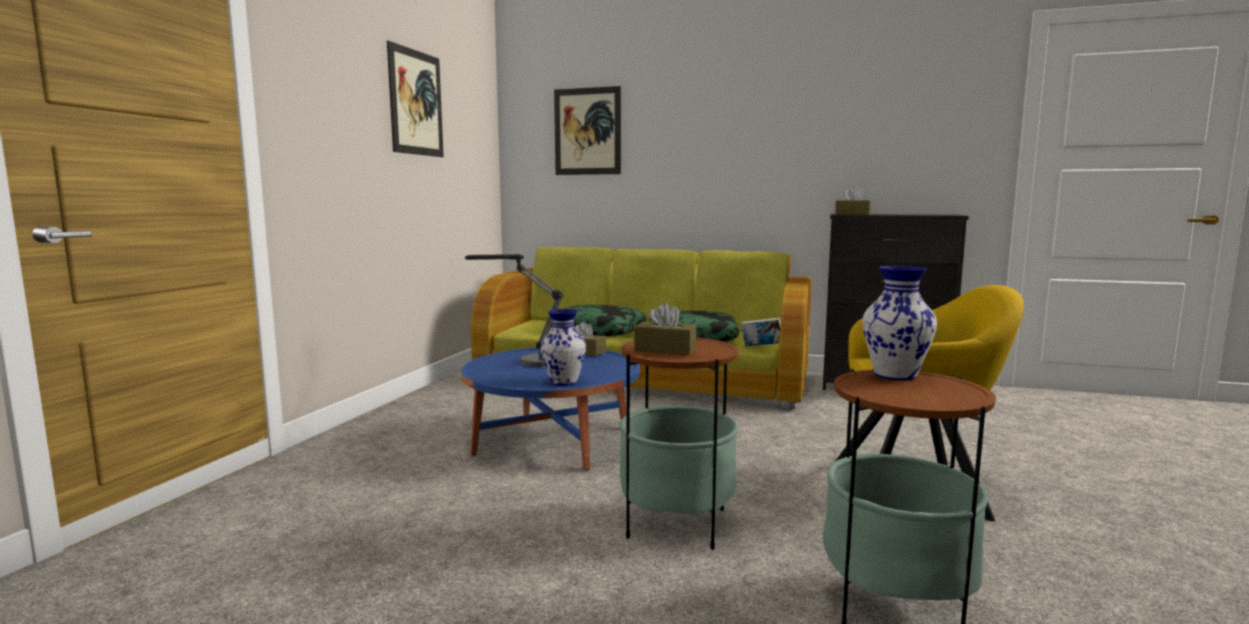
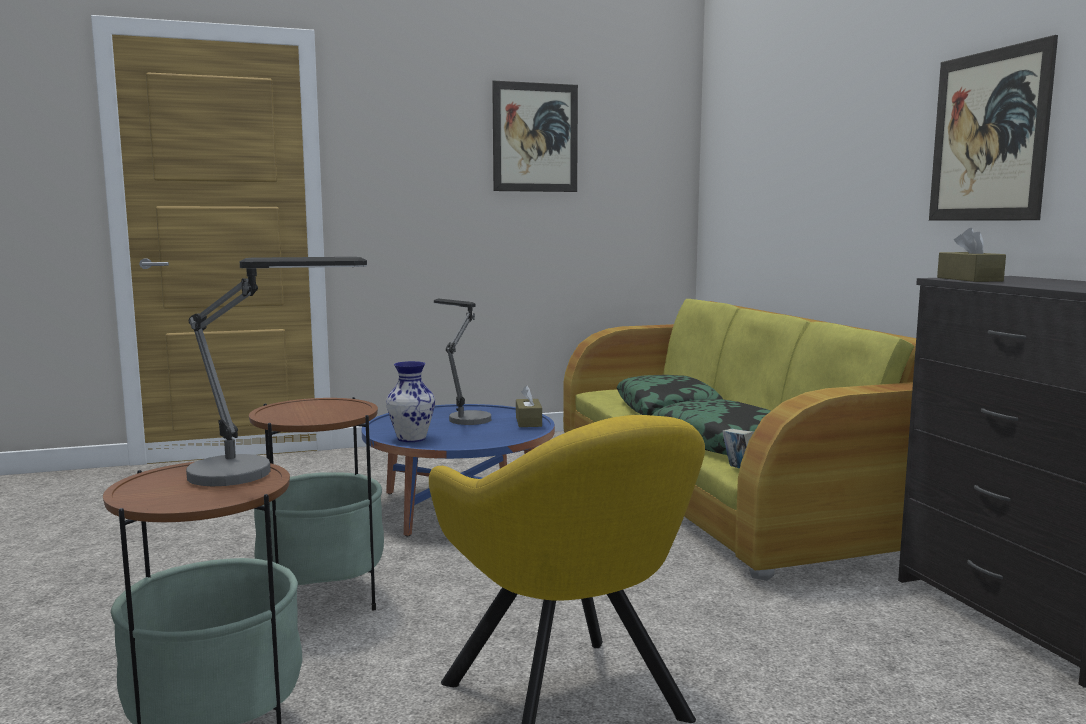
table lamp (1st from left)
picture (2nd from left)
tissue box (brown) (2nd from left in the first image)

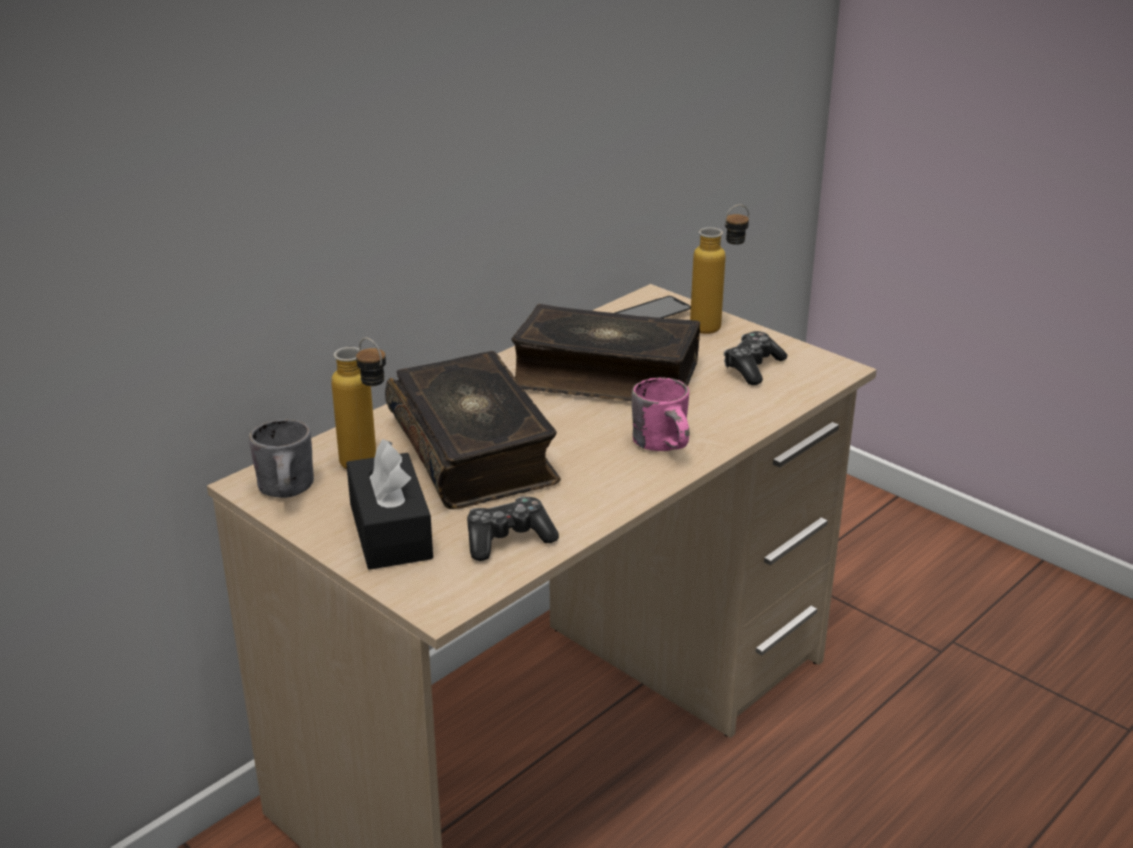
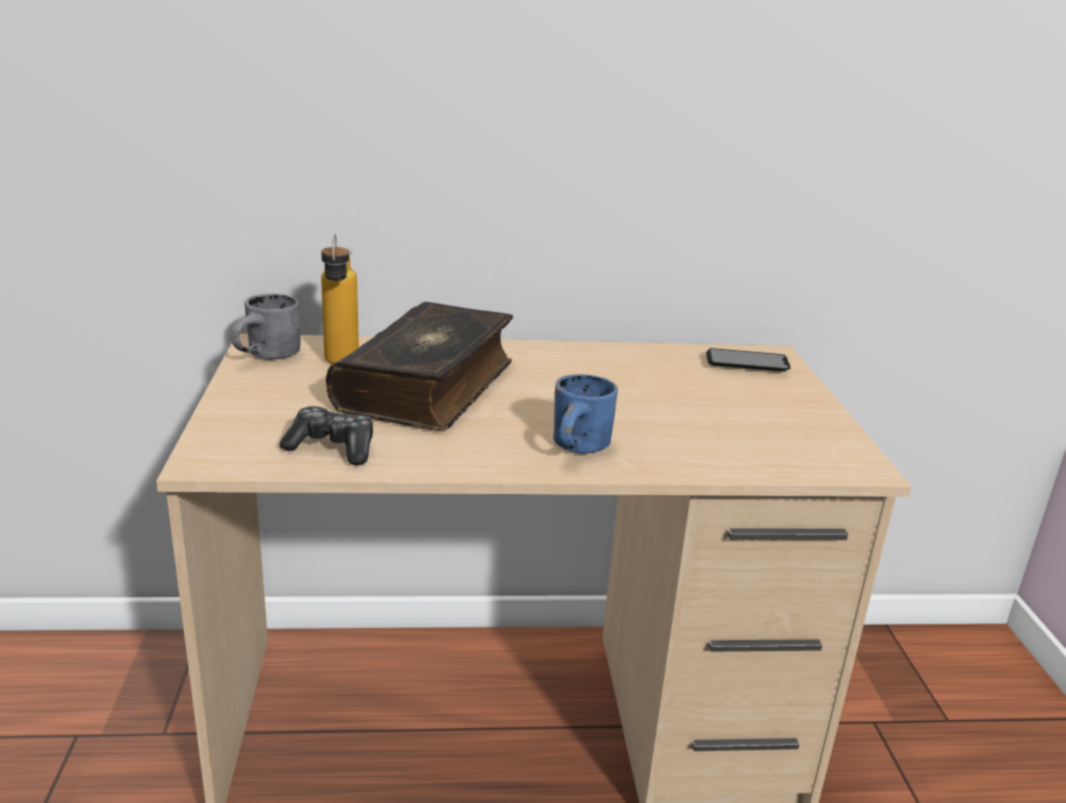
mug (blue)
tissue box (black)
book (2nd from left in the first image)
bottle (2nd from left in the first image)
game controller (2nd from left in the first image)

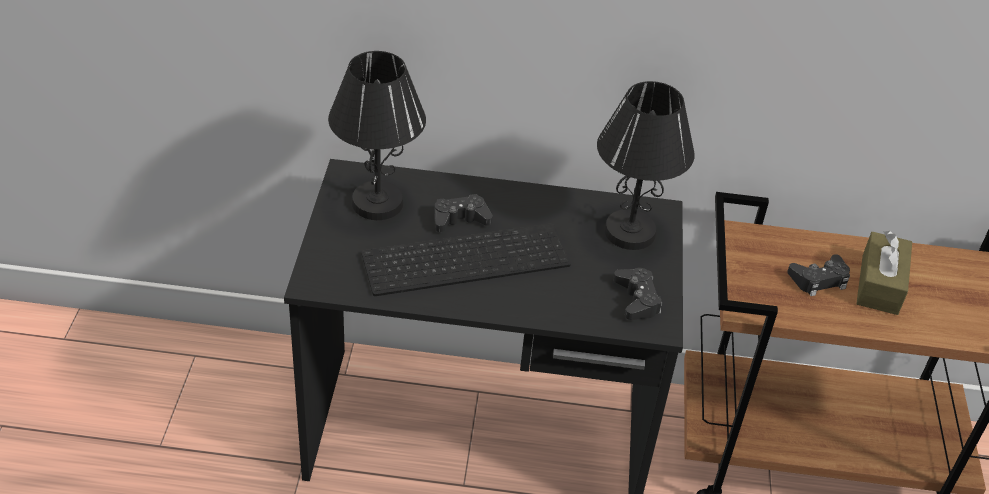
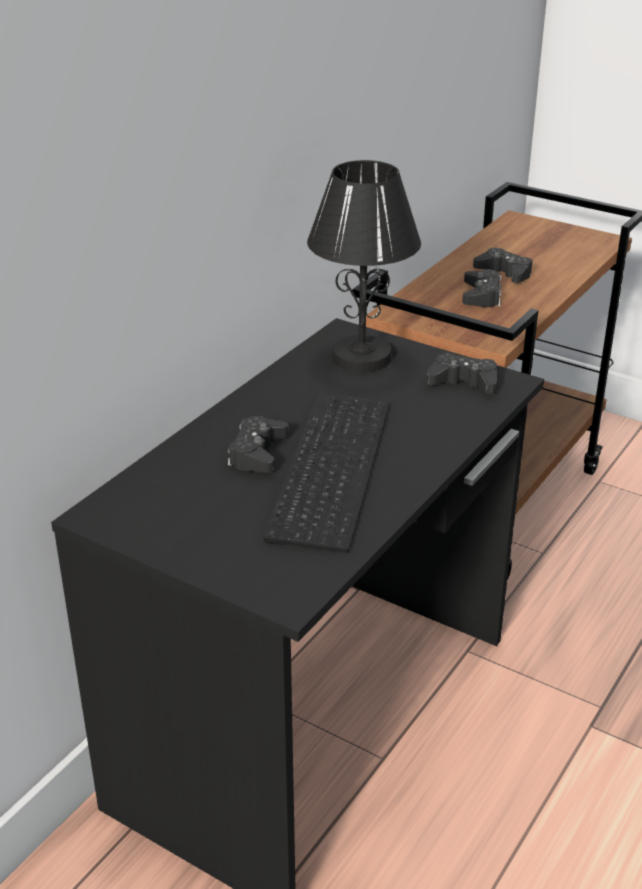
game controller (black) (4th from left)
table lamp (black) (1st from left in the first image)

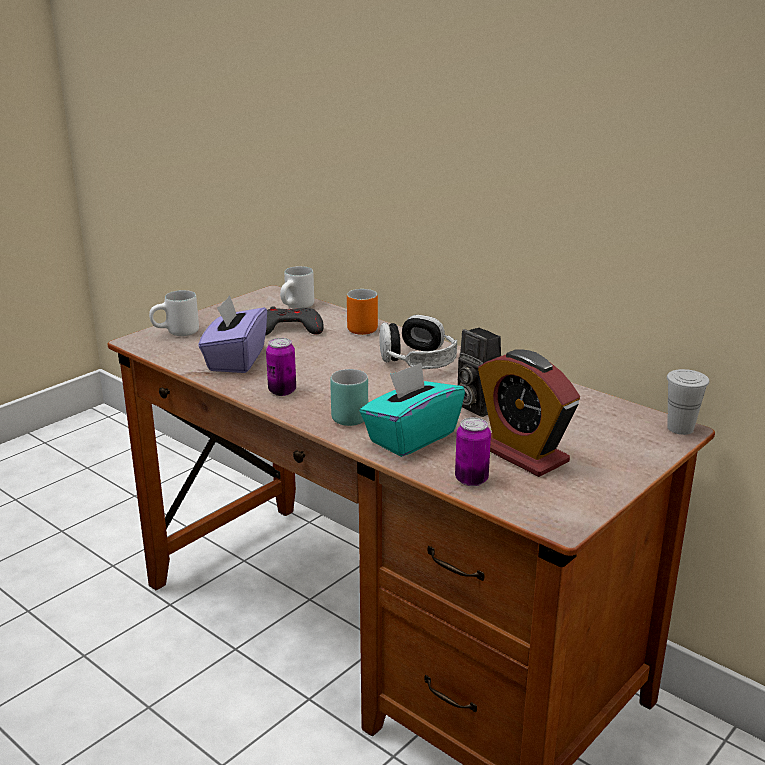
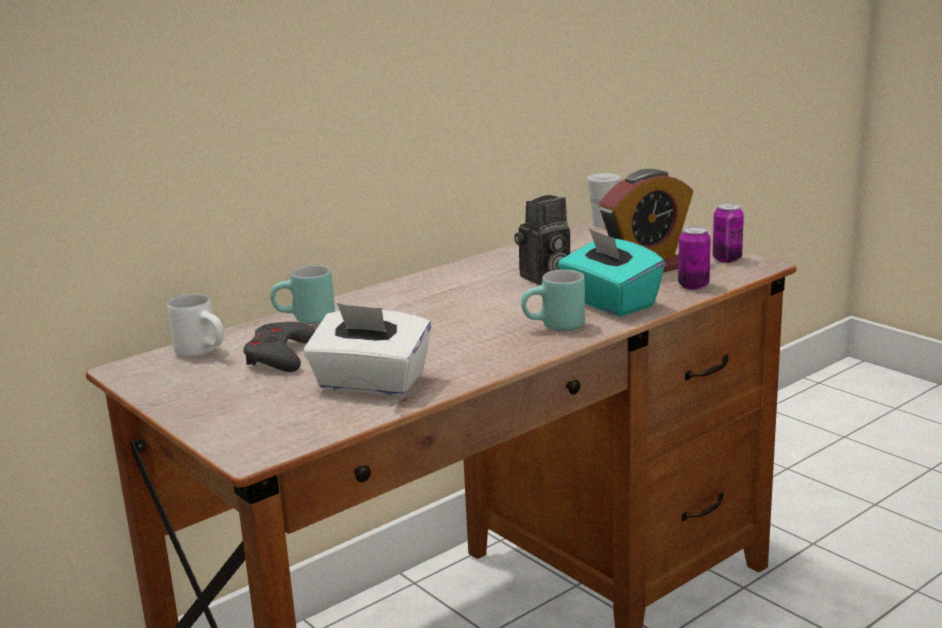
mug (turquoise) (1st from left)
tissue box (white)
can (2nd from left)
mug (white) (1st from left in the first image)
headphones

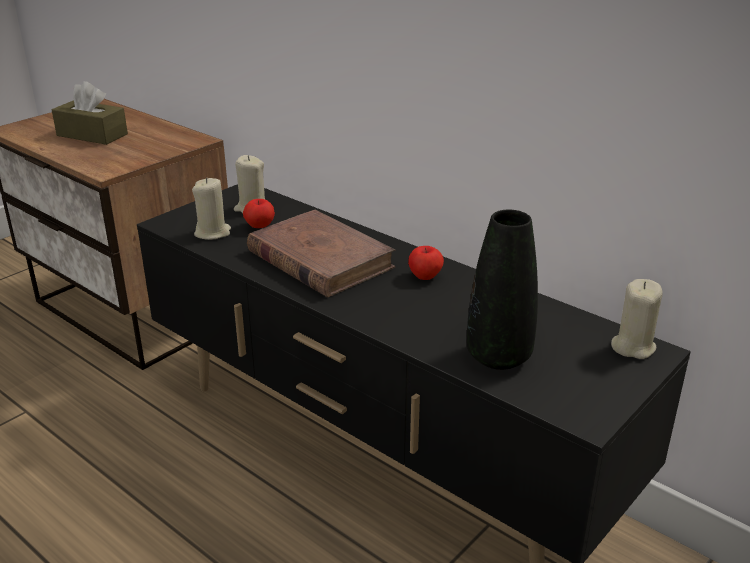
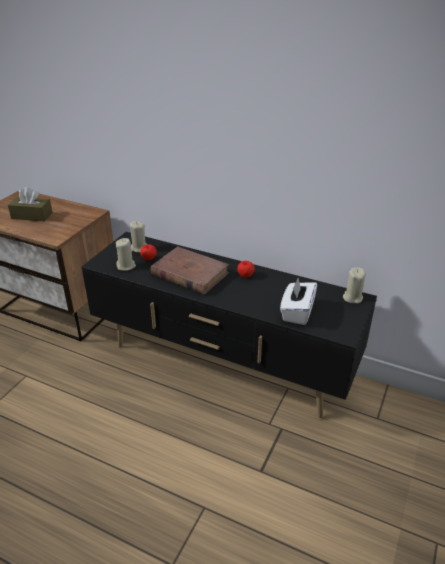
tissue box (white)

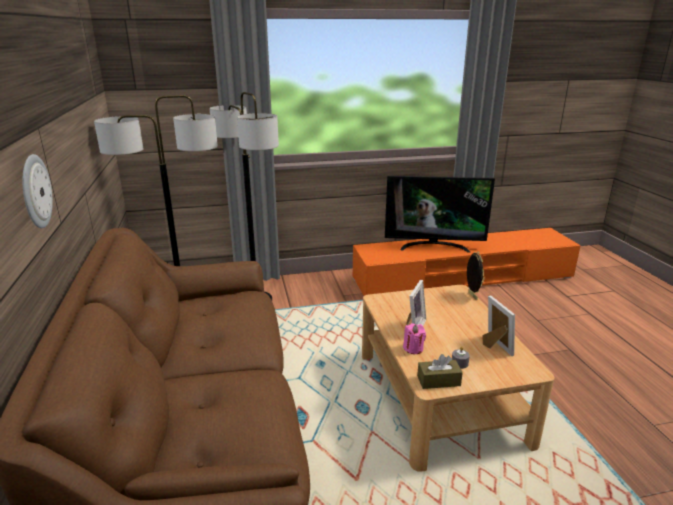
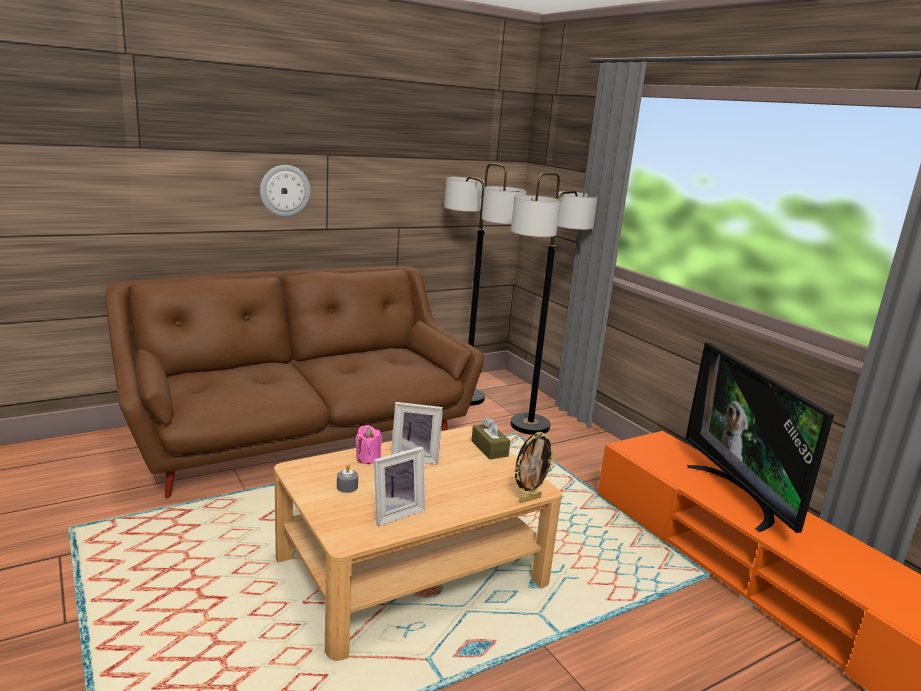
tissue box (brown)

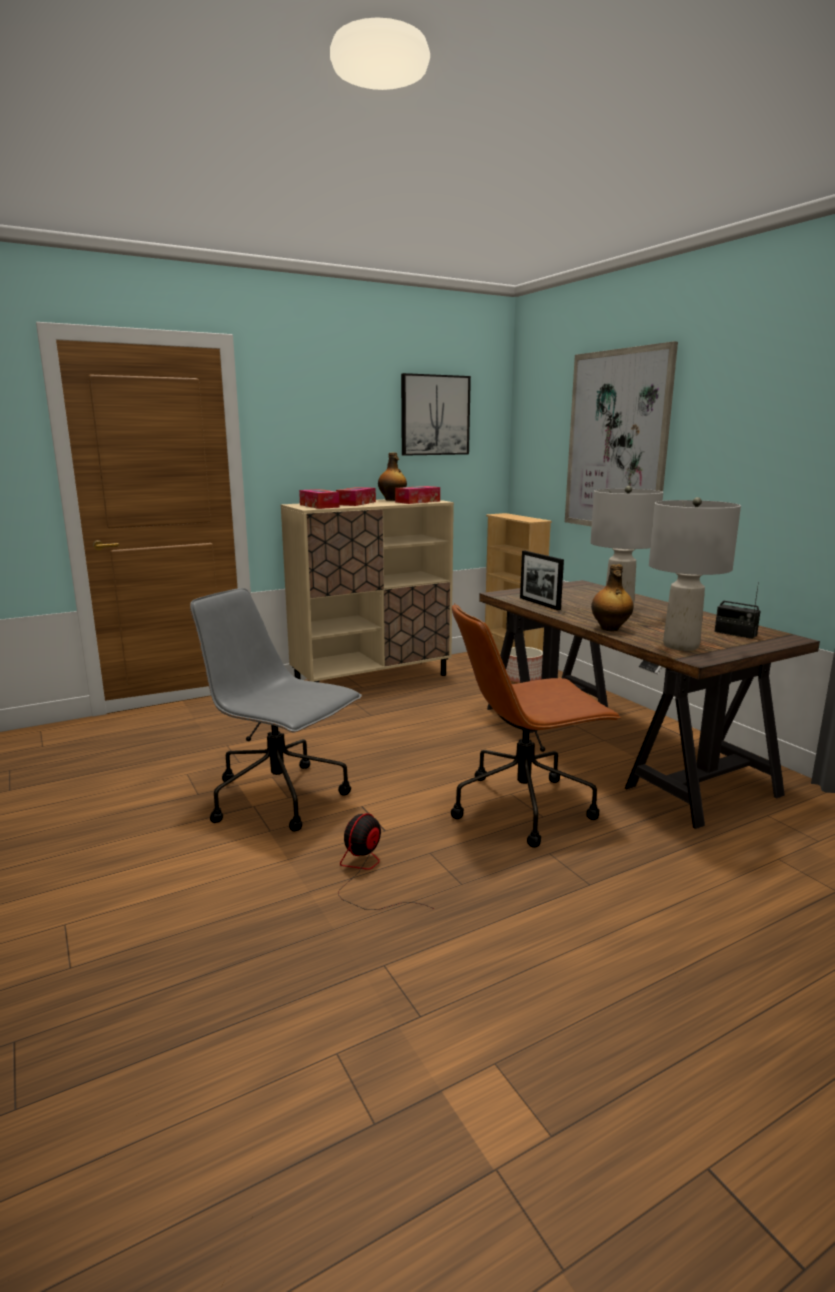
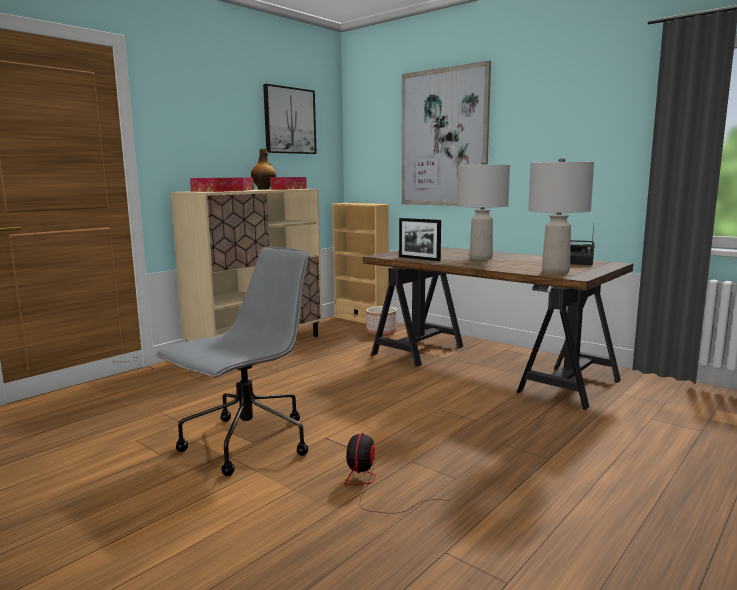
office chair (grey)
office chair (brown)
bottle (2nd from left in the first image)

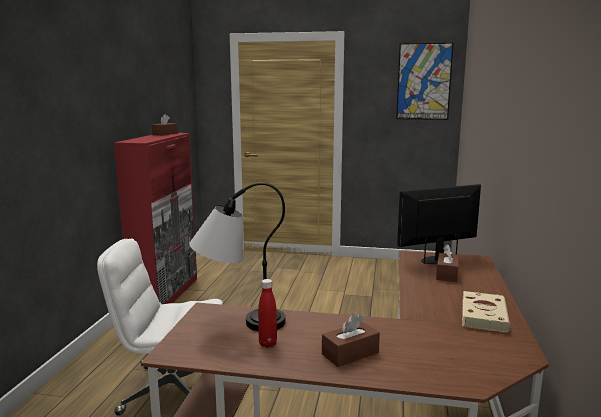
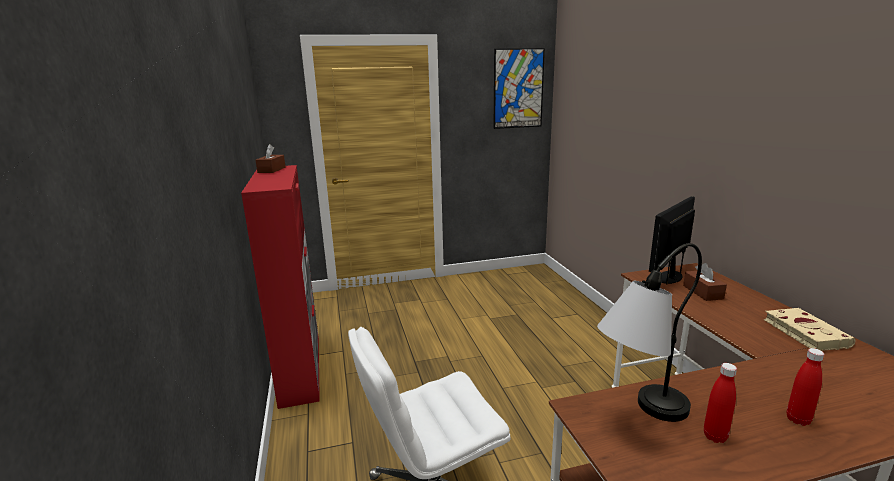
bottle (red) (2nd from left)

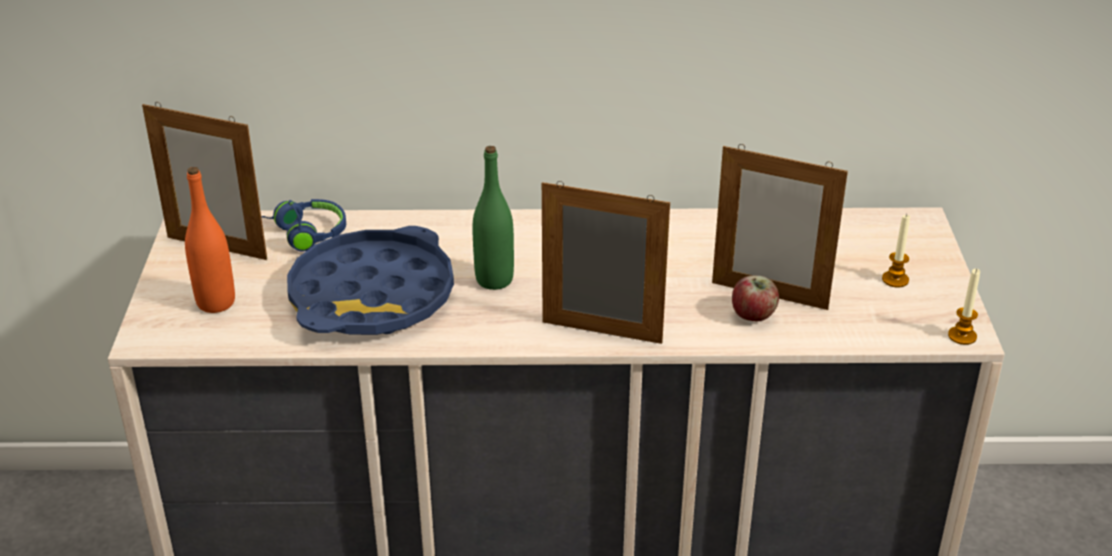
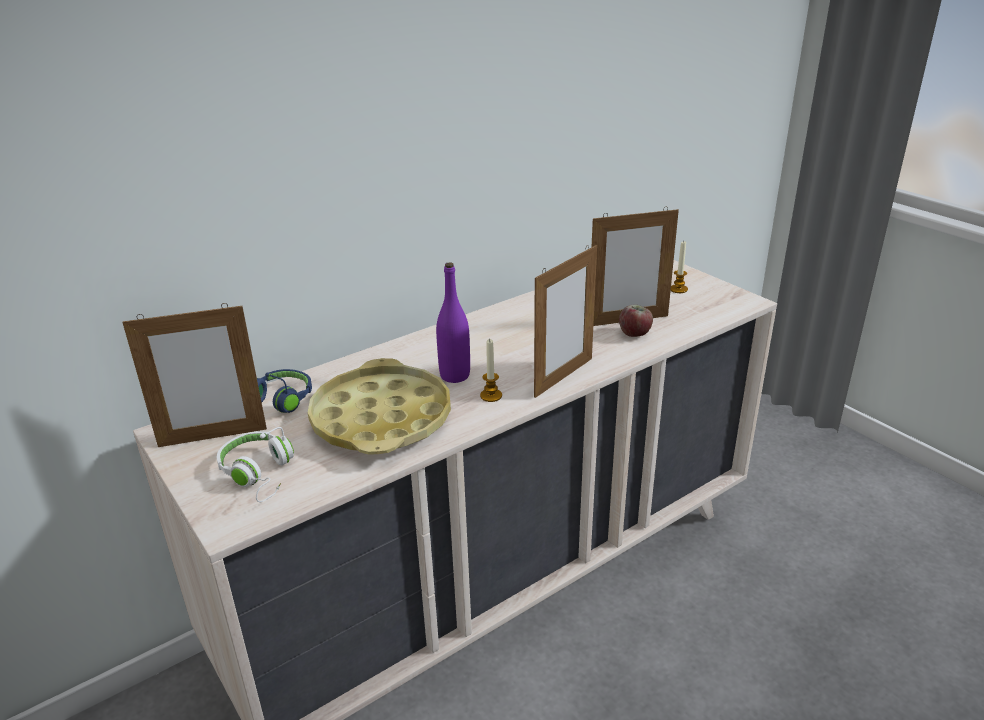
headphones (white)
tray (yellow)
bottle (purple)
candle (1st from left)
picture frame (2nd from left)

